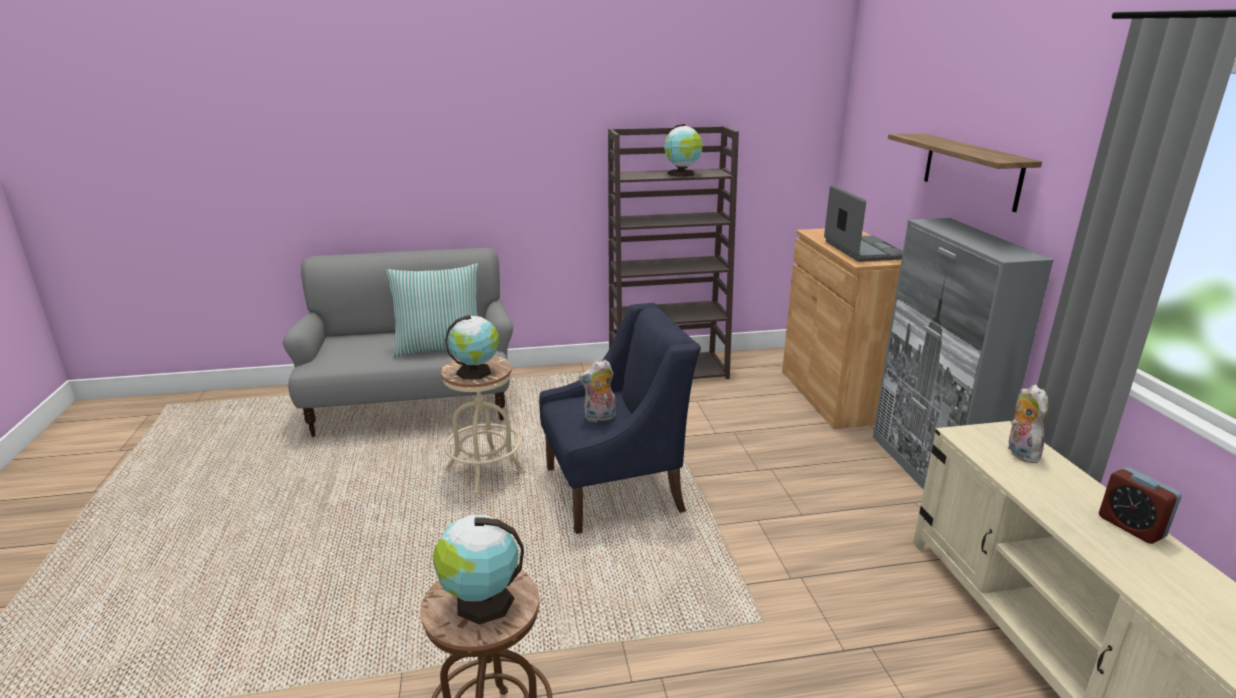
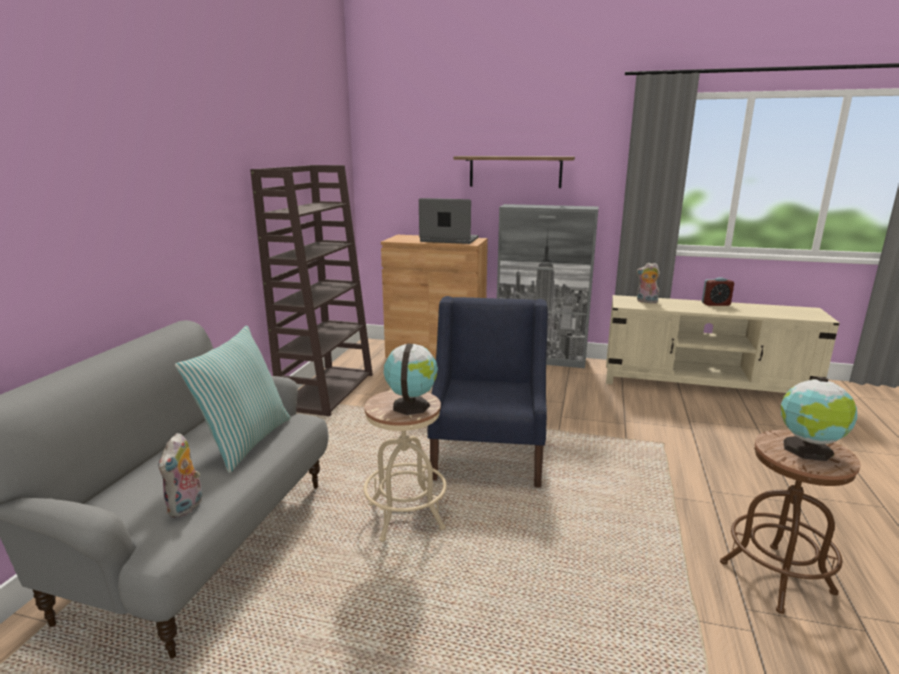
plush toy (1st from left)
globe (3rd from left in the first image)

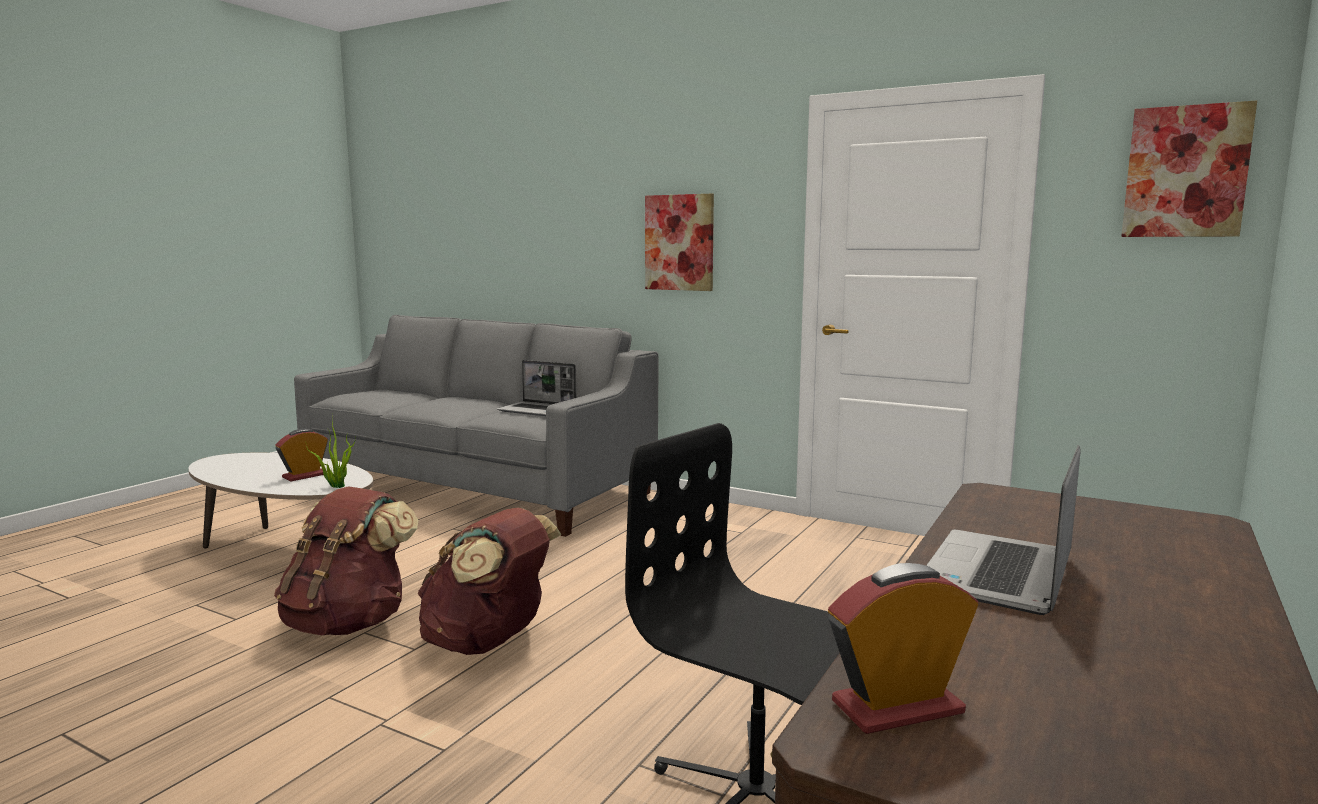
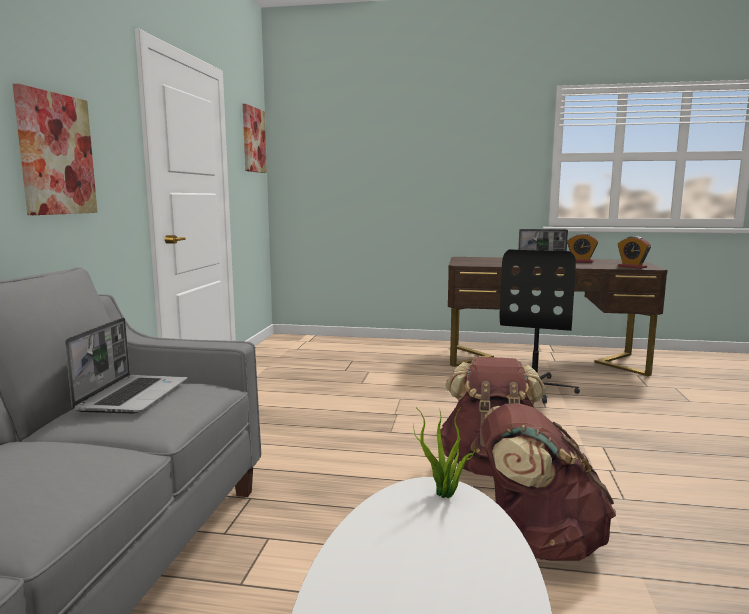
alarm clock (1st from left)

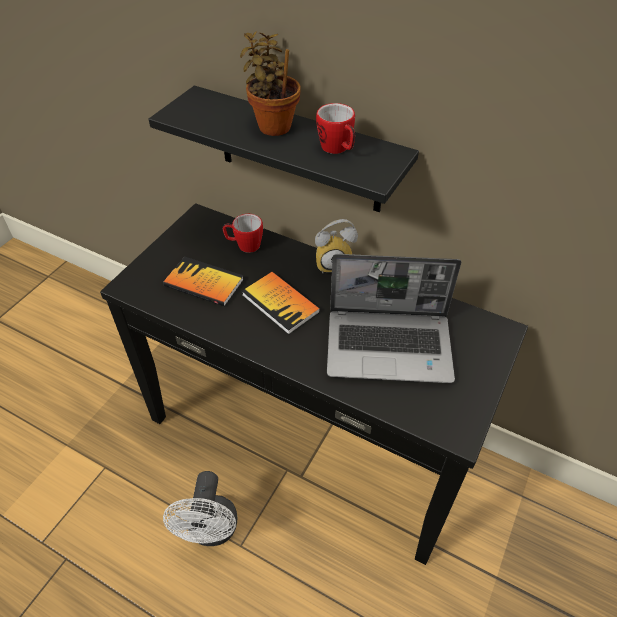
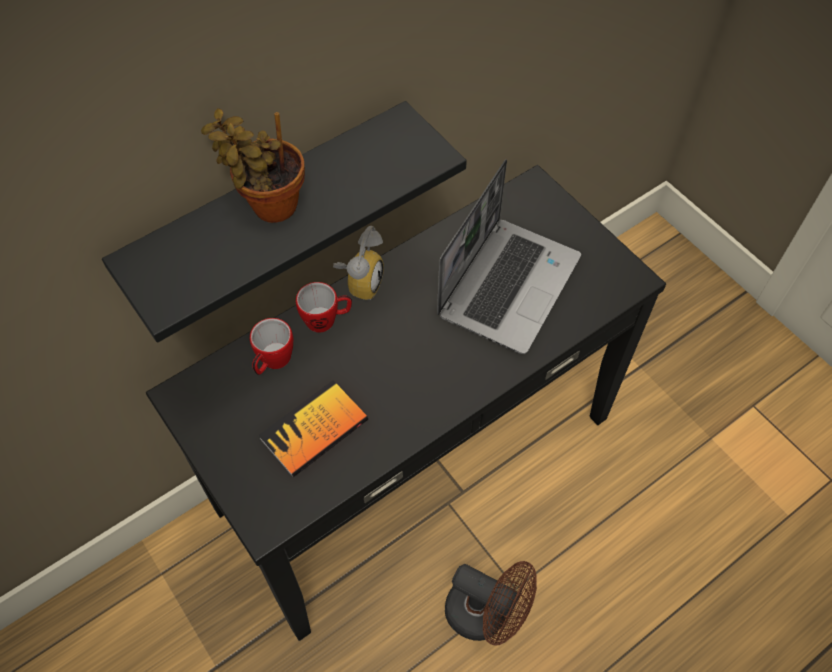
mug (2nd from left)
fan (brown)
book (2nd from left in the first image)

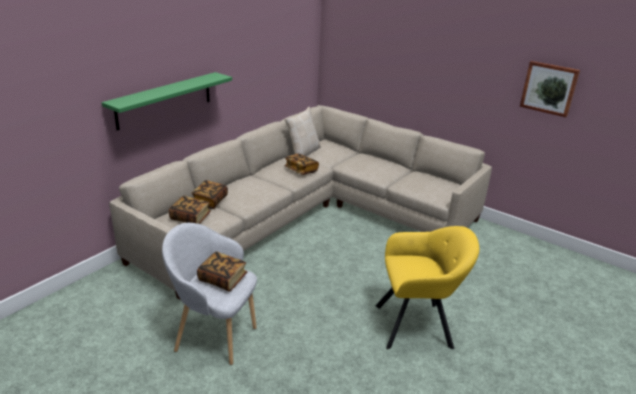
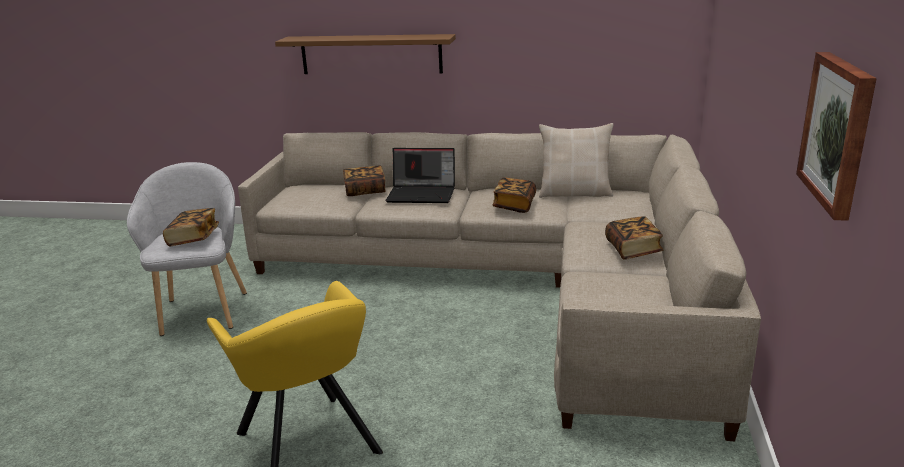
shelf (brown)
laptop
book (4th from left)

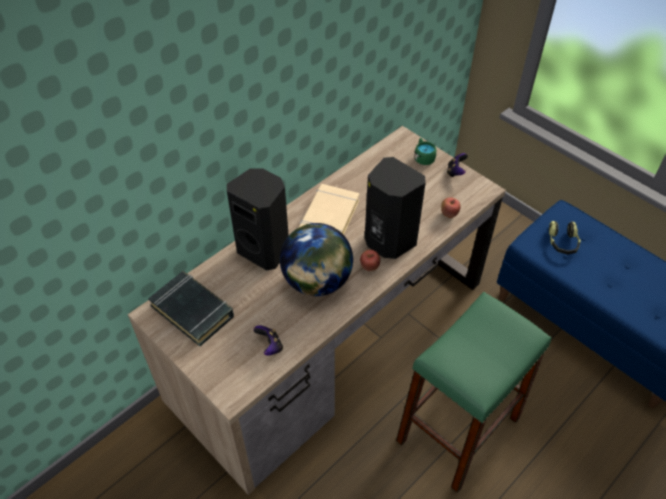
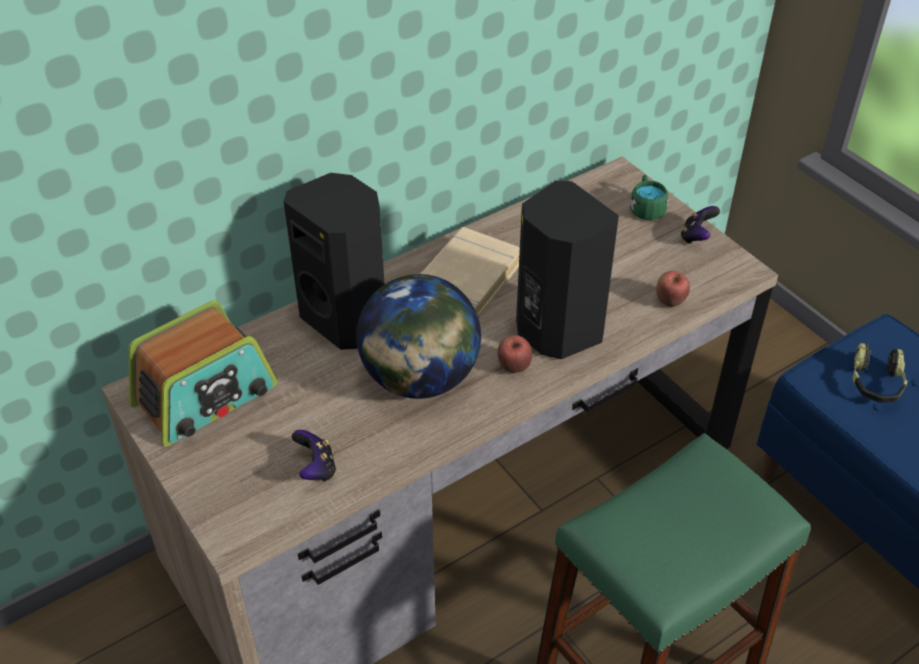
radio

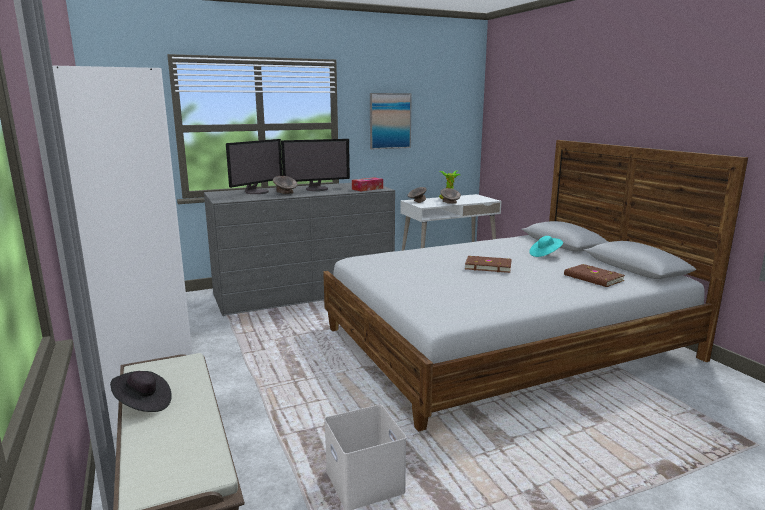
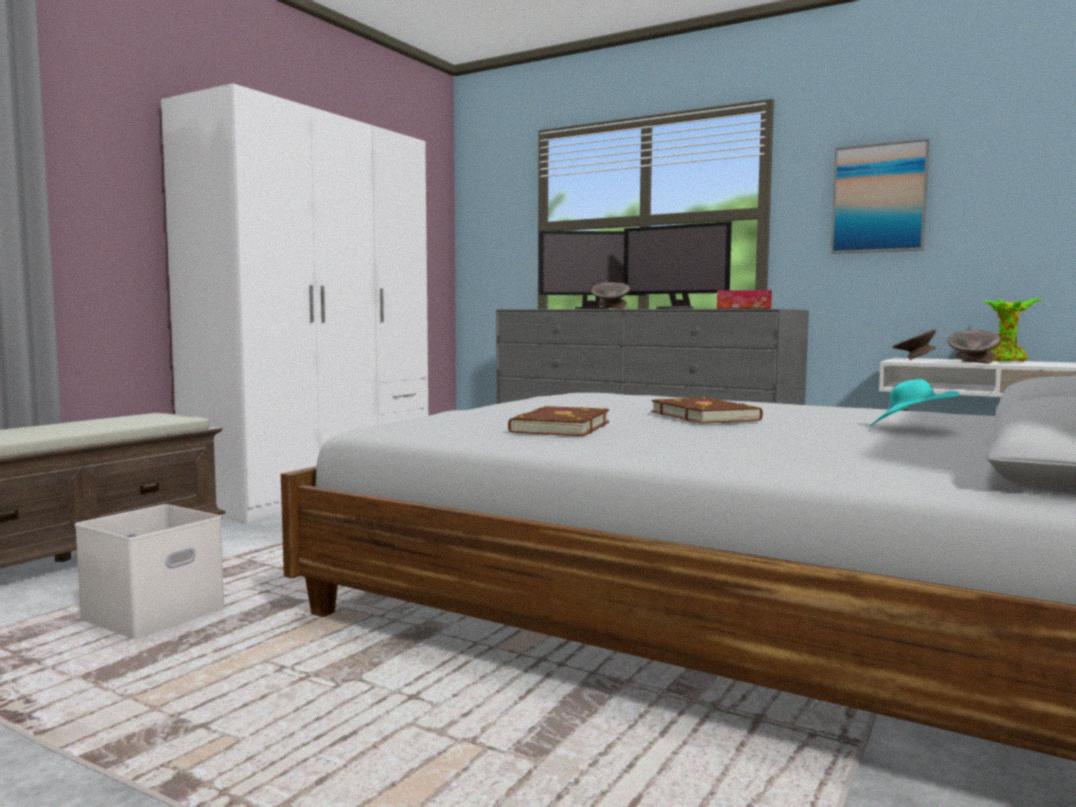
book (brown) (1st from left)
hat (black)

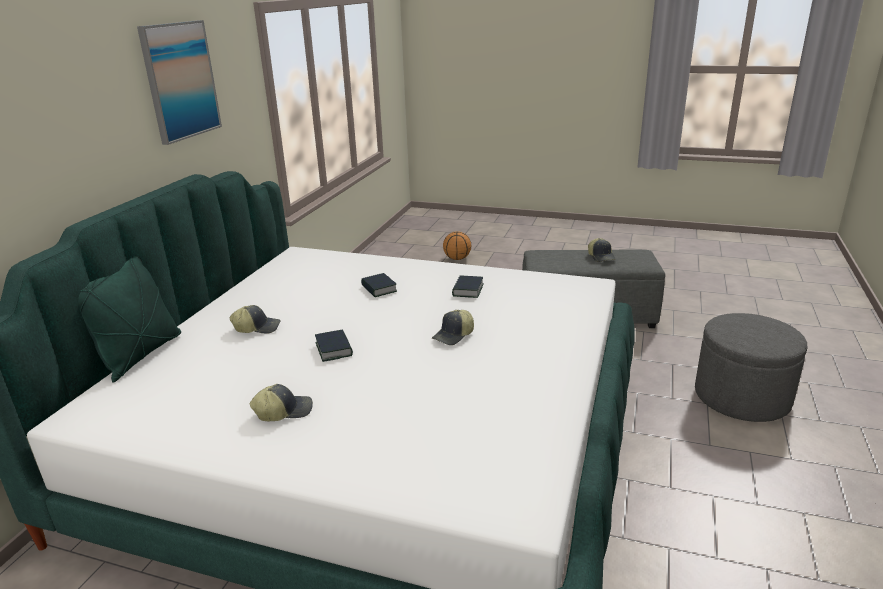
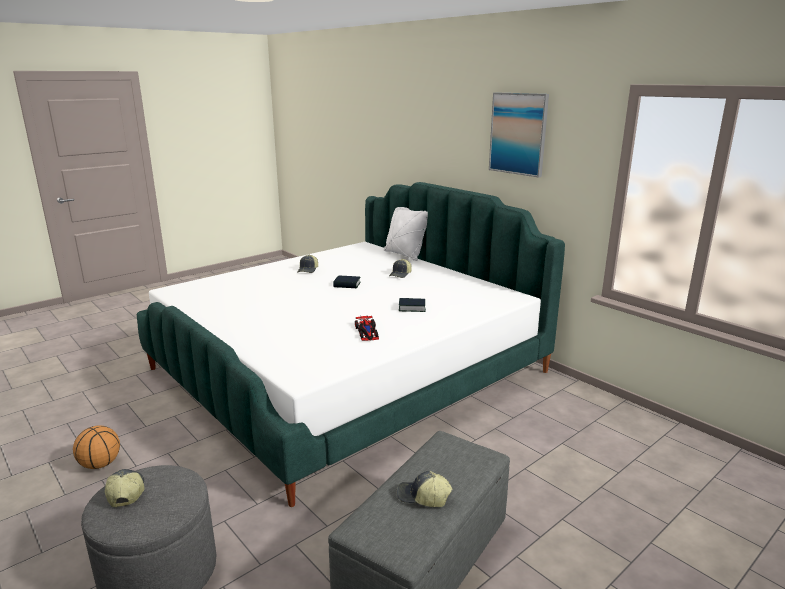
basketball
cap (1st from left)
toy car
pillow (white)

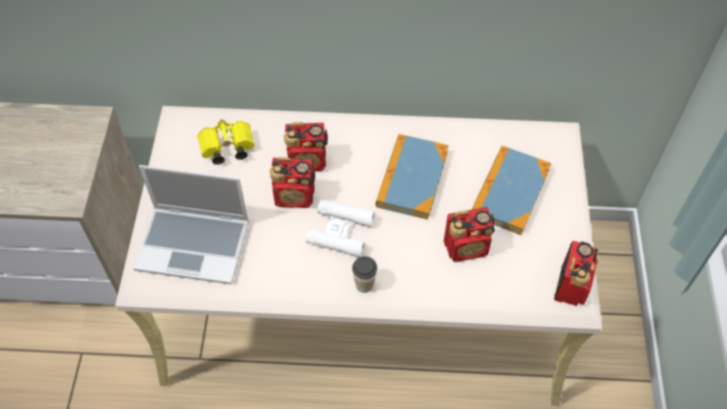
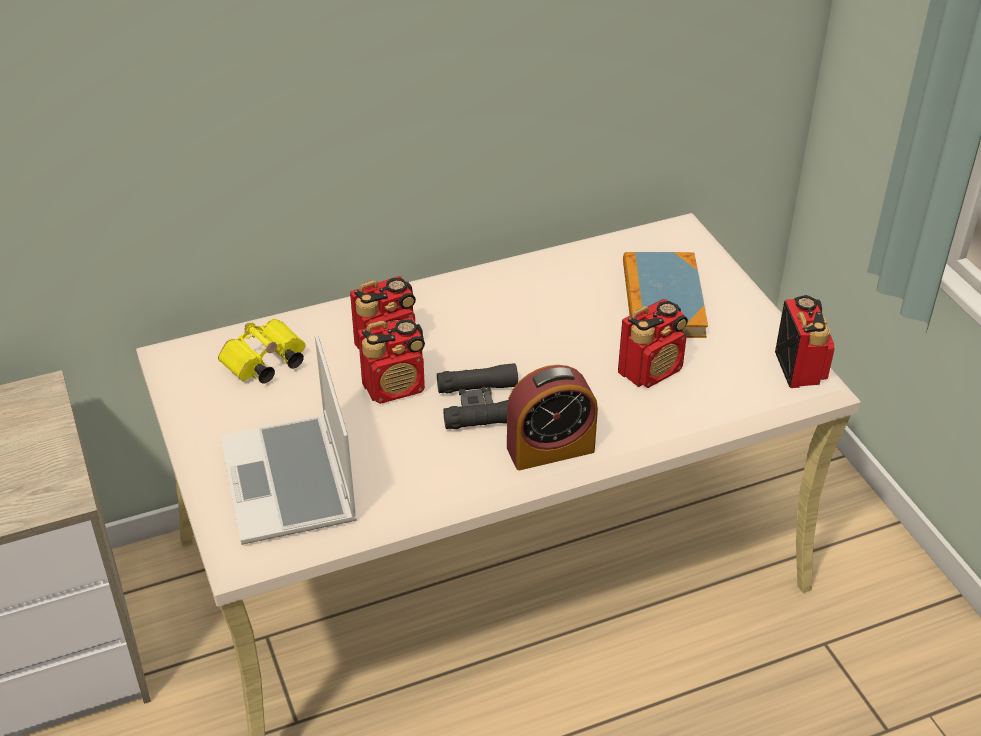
laptop
binoculars (black)
alarm clock
book (1st from left in the first image)

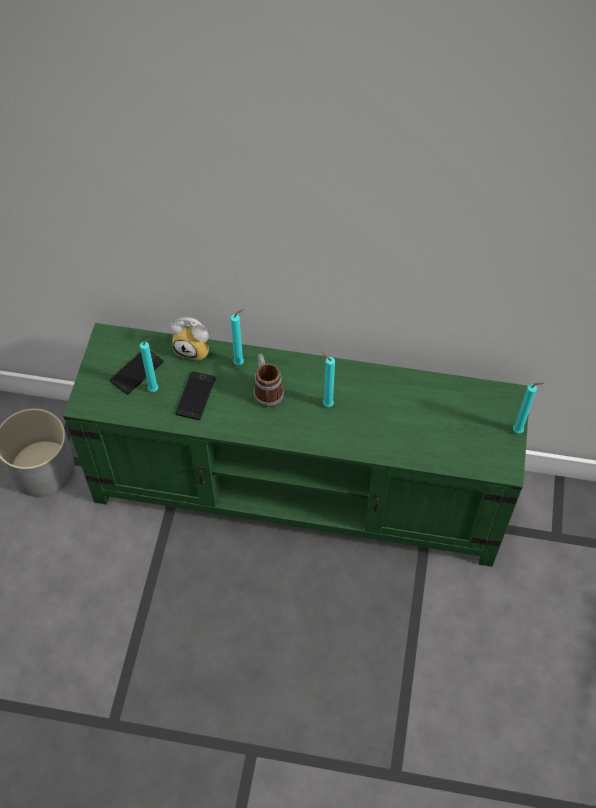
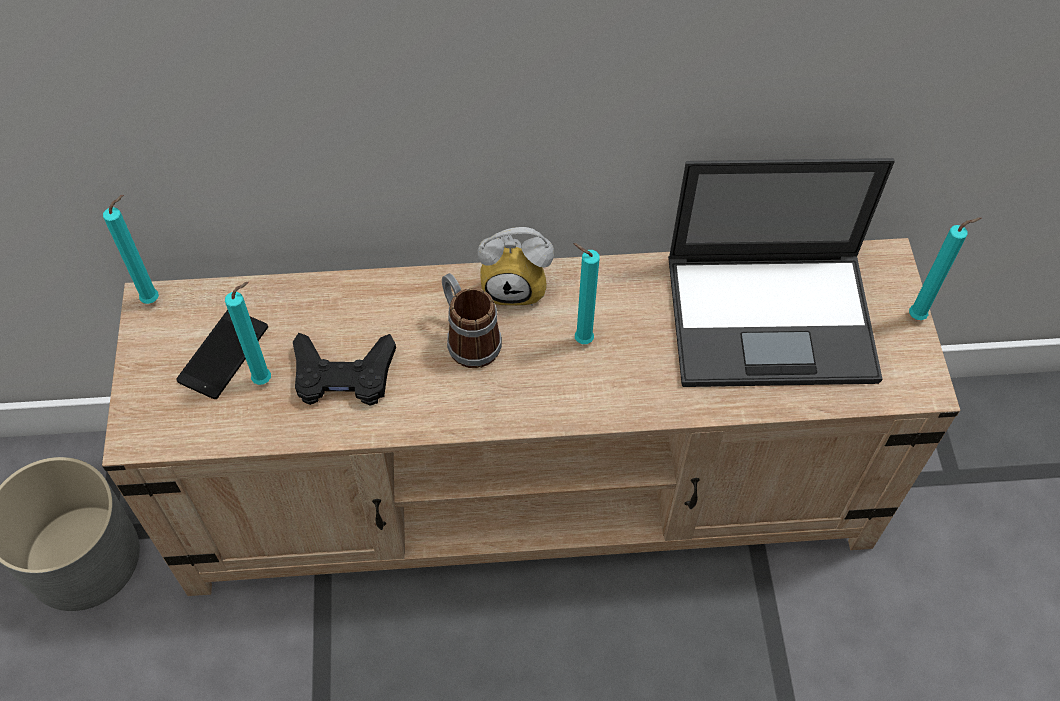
tv stand (beige)
candle (turquoise) (1st from left)
game controller (black)
alarm clock
laptop

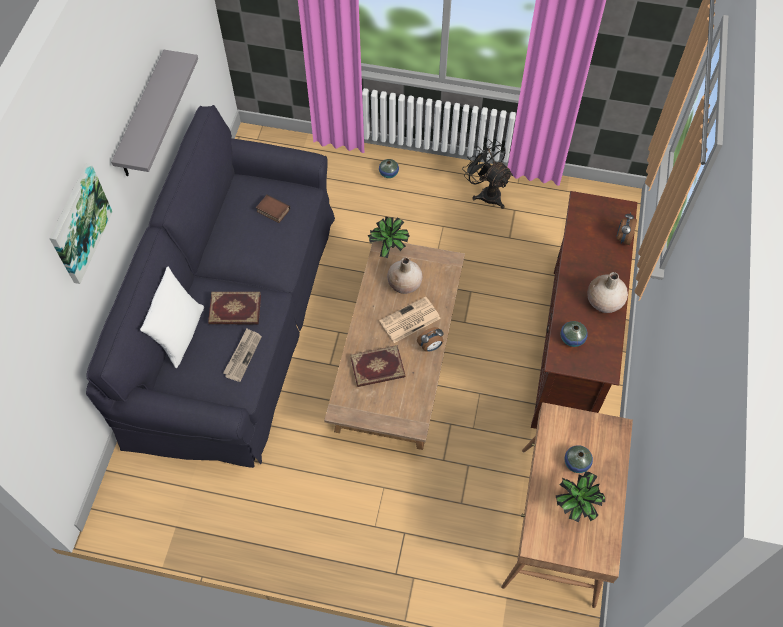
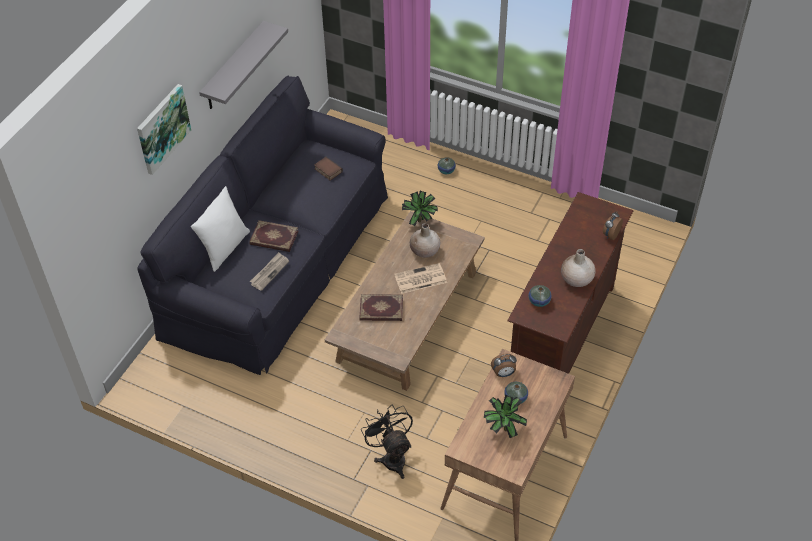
fan (black)
alarm clock (1st from left)

